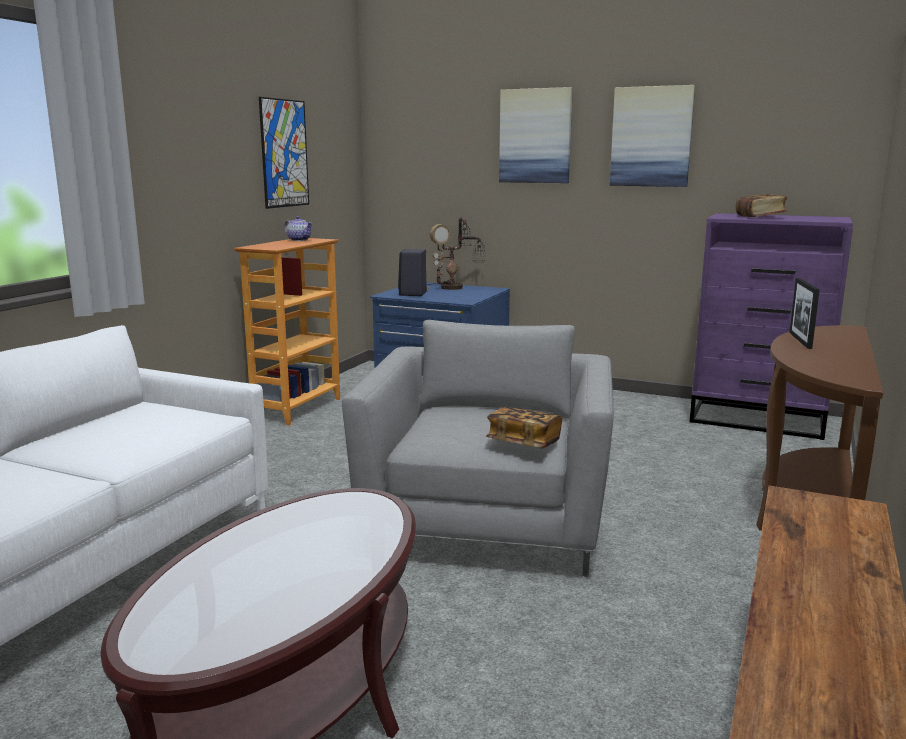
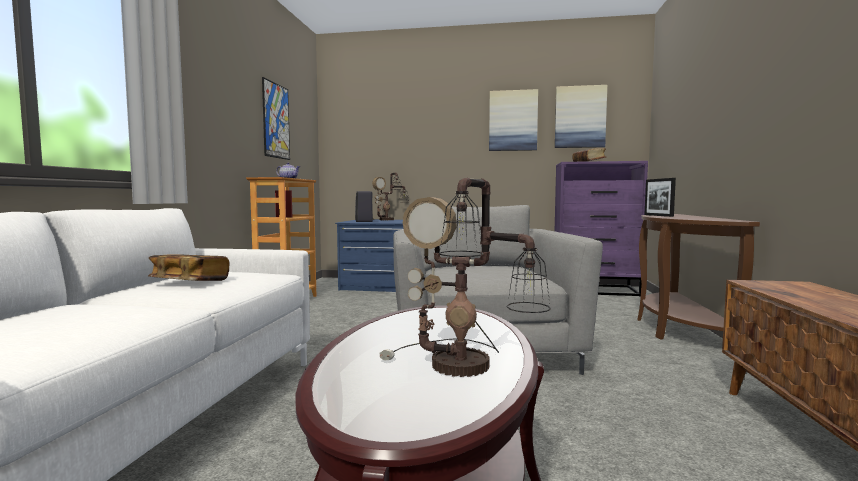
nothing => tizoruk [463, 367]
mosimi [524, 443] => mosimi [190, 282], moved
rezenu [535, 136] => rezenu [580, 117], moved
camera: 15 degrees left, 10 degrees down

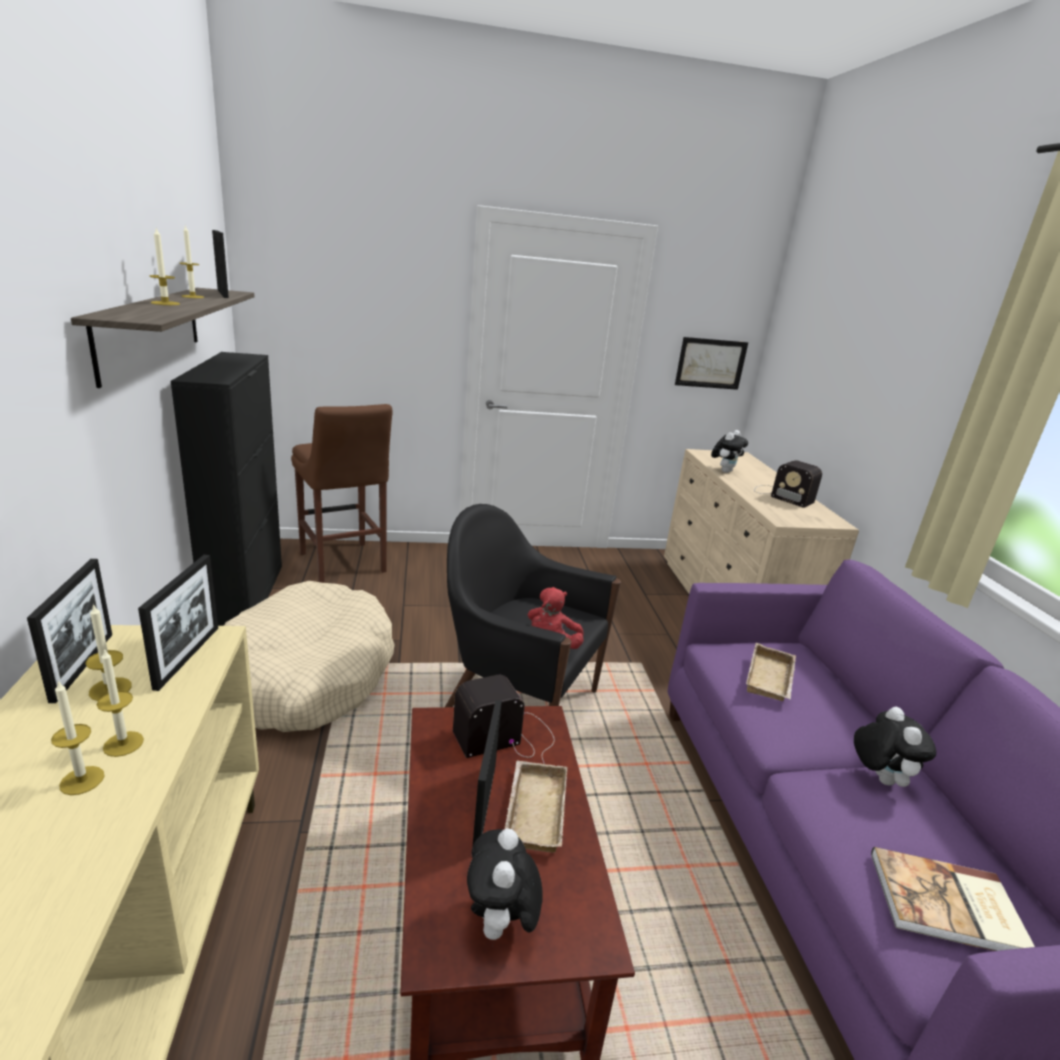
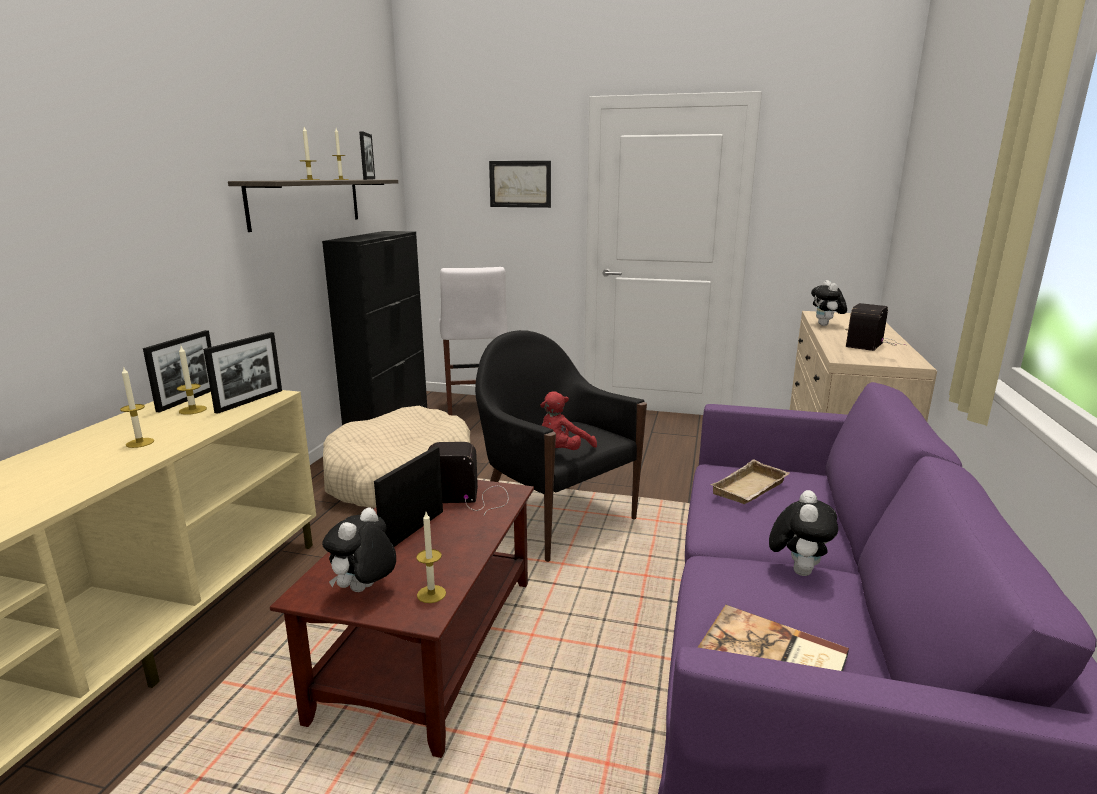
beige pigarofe [533, 809] => nothing
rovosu [123, 744] => rovosu [431, 594], moved
rezenu [710, 363] => rezenu [520, 184], moved
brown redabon [343, 564] => white redabon [475, 411]
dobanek [724, 471] => dobanek [826, 325], 120 degrees clockwise
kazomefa [781, 495] => kazomefa [871, 343], 60 degrees clockwise
camera: 25 degrees right, 5 degrees down

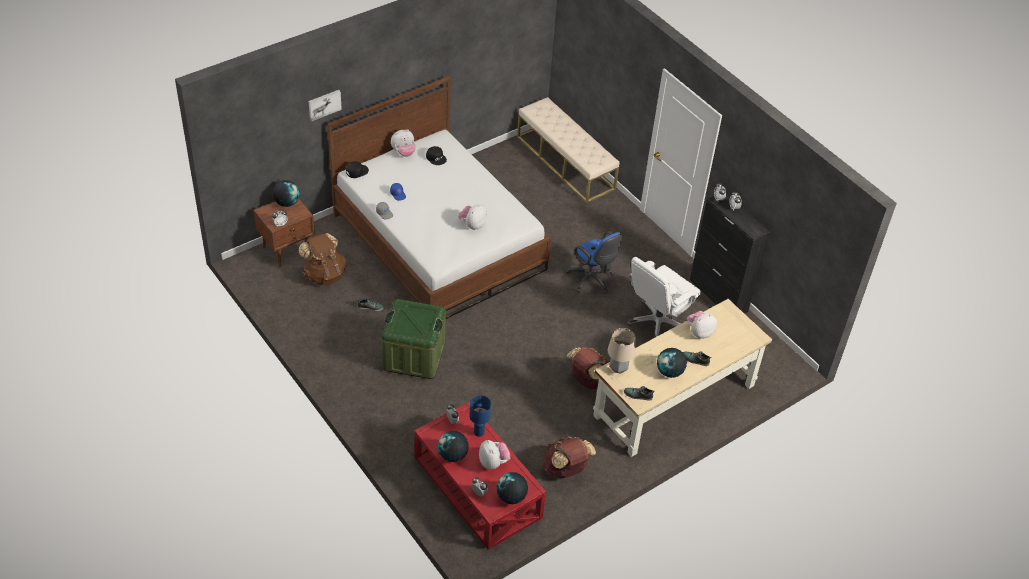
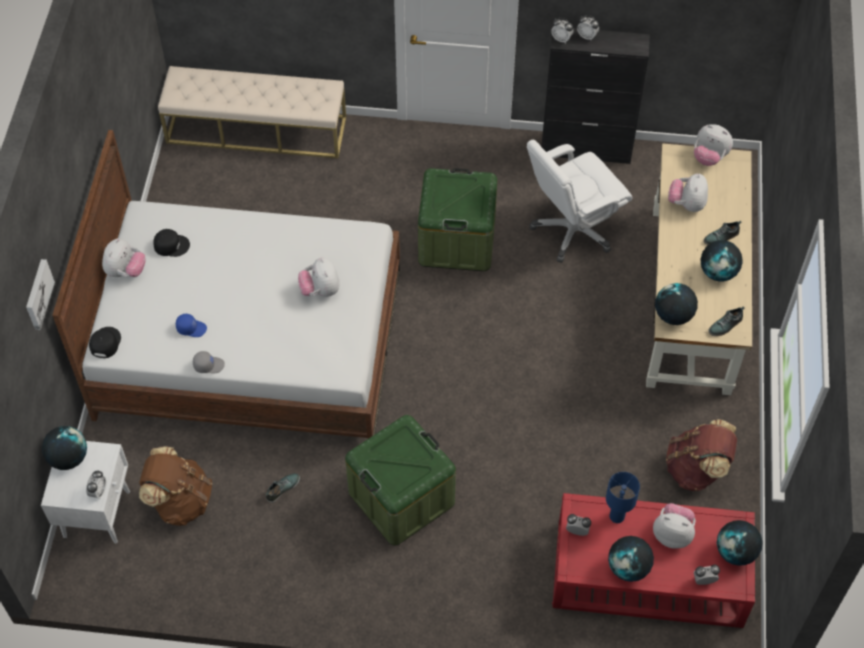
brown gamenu [588, 381] => nothing
nothing => dobanek [709, 157]
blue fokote [592, 280] => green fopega [457, 241]
tizoruk [618, 369] => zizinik [673, 316]
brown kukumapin [288, 250] => white kukumapin [97, 512]
white fokote [657, 323] => white fokote [572, 230], 60 degrees clockwise
camera: 45 degrees left, 10 degrees up

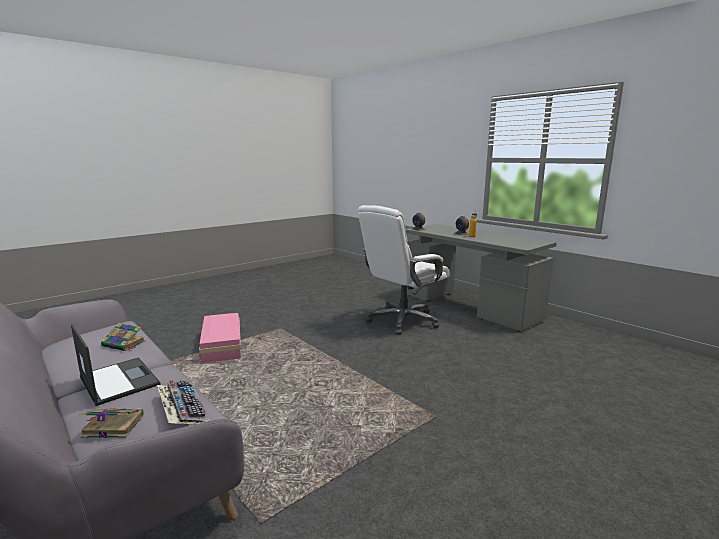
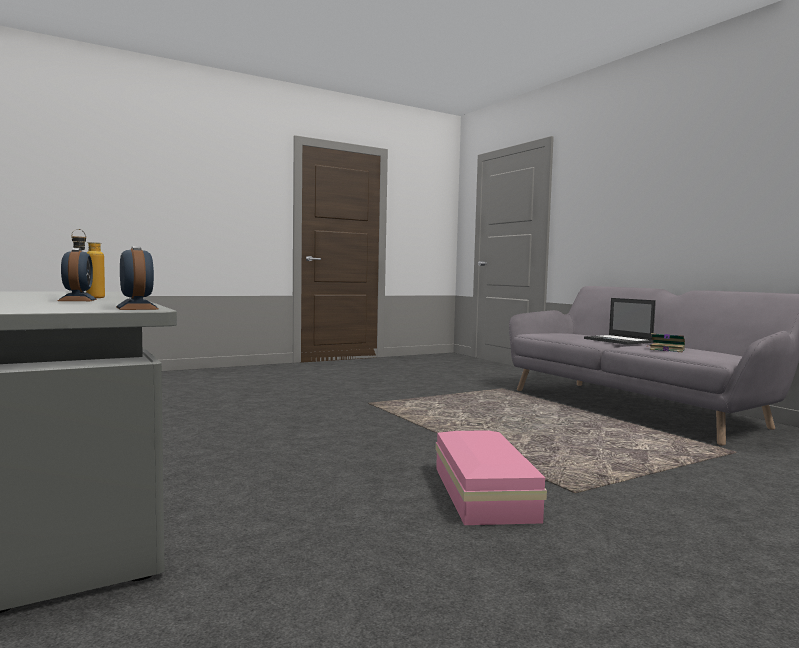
mosimi [112, 426] => nothing
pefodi [182, 410] => nothing
white fokote [402, 321] => nothing
pink fopega [223, 345] => pink fopega [482, 494], moved
camera: 170 degrees left, 10 degrees down

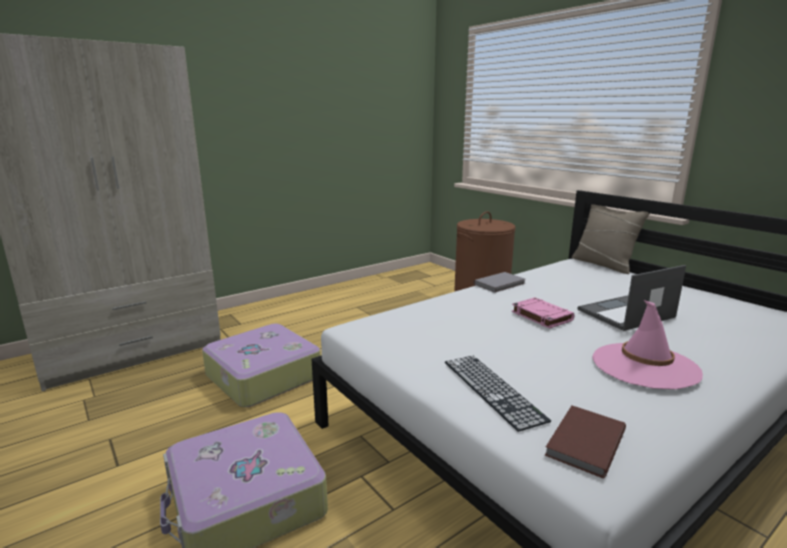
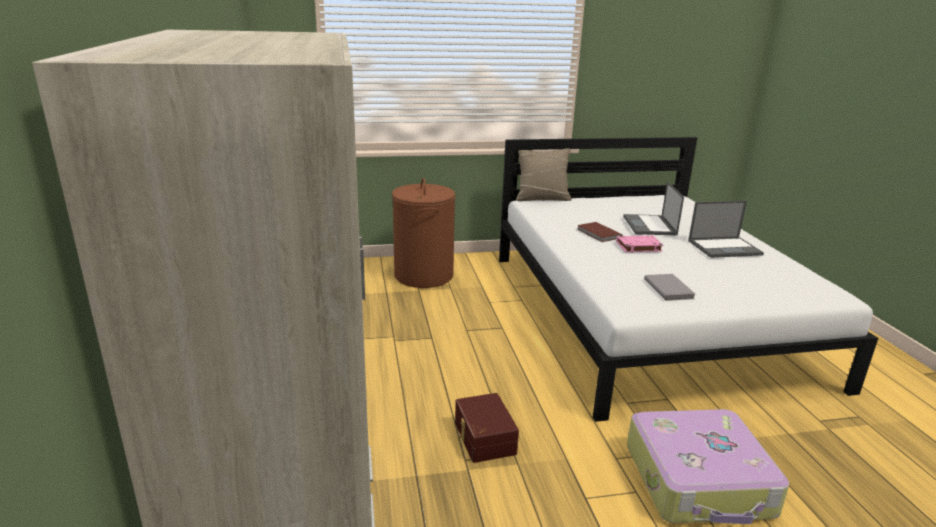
pefodi [492, 389] => nothing
grey mosimi [500, 284] => grey mosimi [669, 288], moved
brown mosimi [583, 442] => brown mosimi [598, 234], moved
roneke [262, 376] => brown fopega [483, 438]
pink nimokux [644, 366] => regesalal [725, 247]
camera: 65 degrees left, 5 degrees up

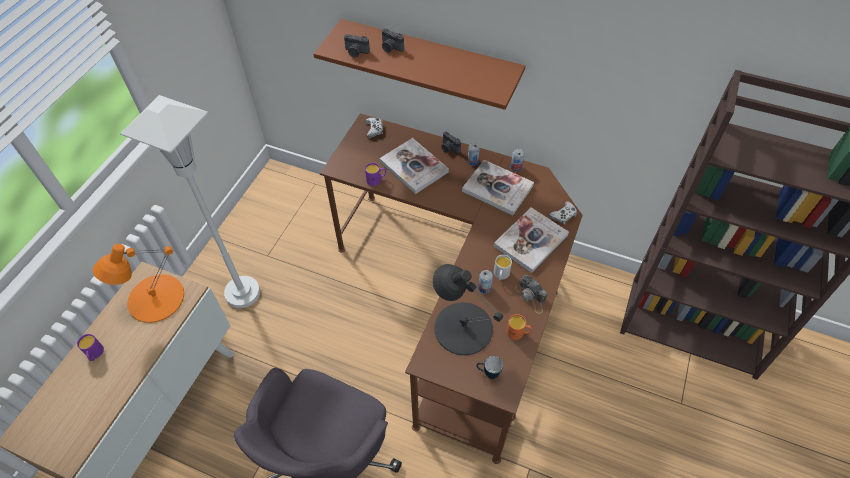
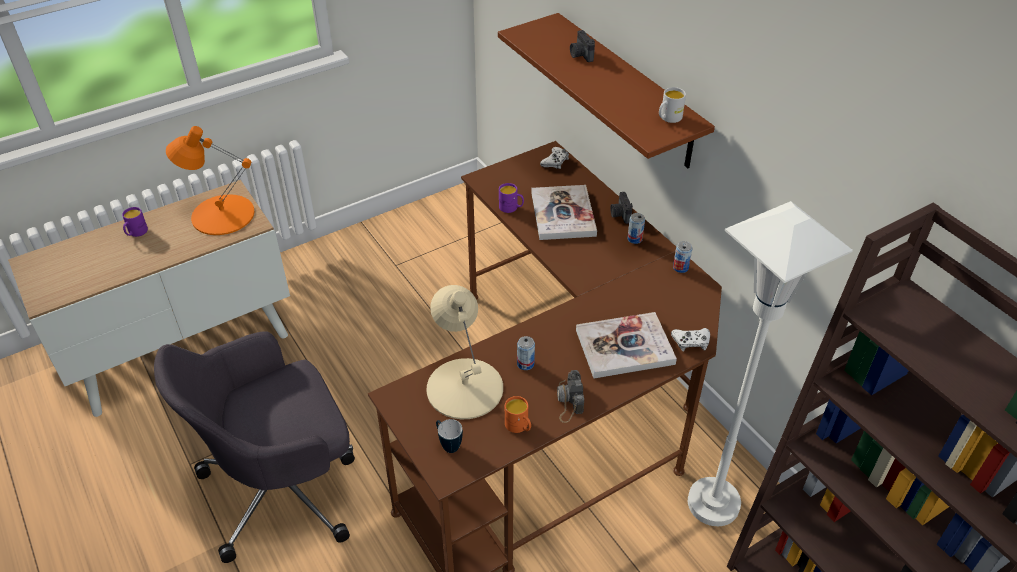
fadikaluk [356, 52] => nothing
mosimi [497, 188] => nothing
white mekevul [243, 293] => white mekevul [713, 503], moved
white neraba [501, 275] => white neraba [668, 118], moved
black tizoruk [462, 327] => beige tizoruk [465, 387]
camera: 35 degrees right, 10 degrees down

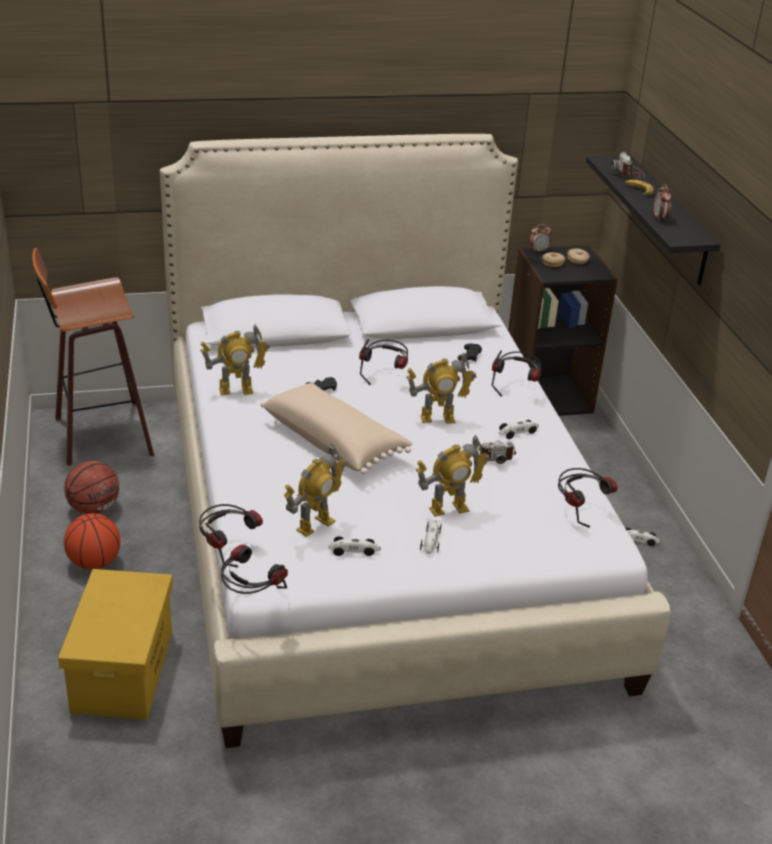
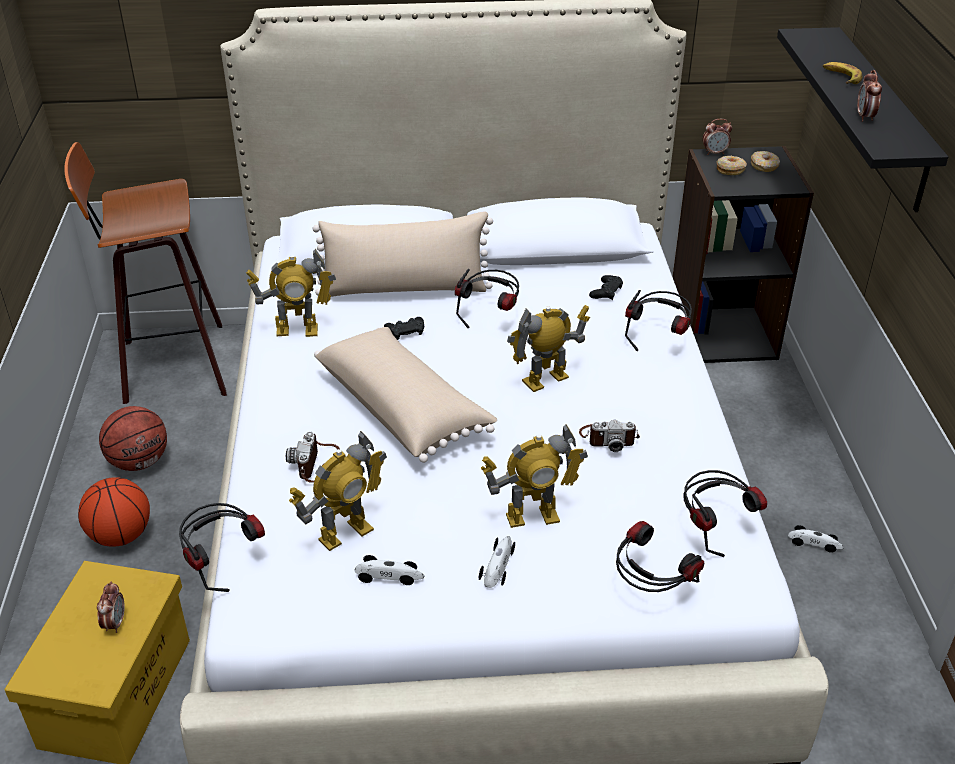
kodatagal [518, 432] => nothing
nothing => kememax [115, 623]
nothing => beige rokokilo [405, 289]
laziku [250, 596] => laziku [650, 589], moved
fadikaluk [629, 173] => fadikaluk [319, 465], moved
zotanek [437, 418] => zotanek [546, 380], 150 degrees clockwise
camera: 10 degrees right, 5 degrees up

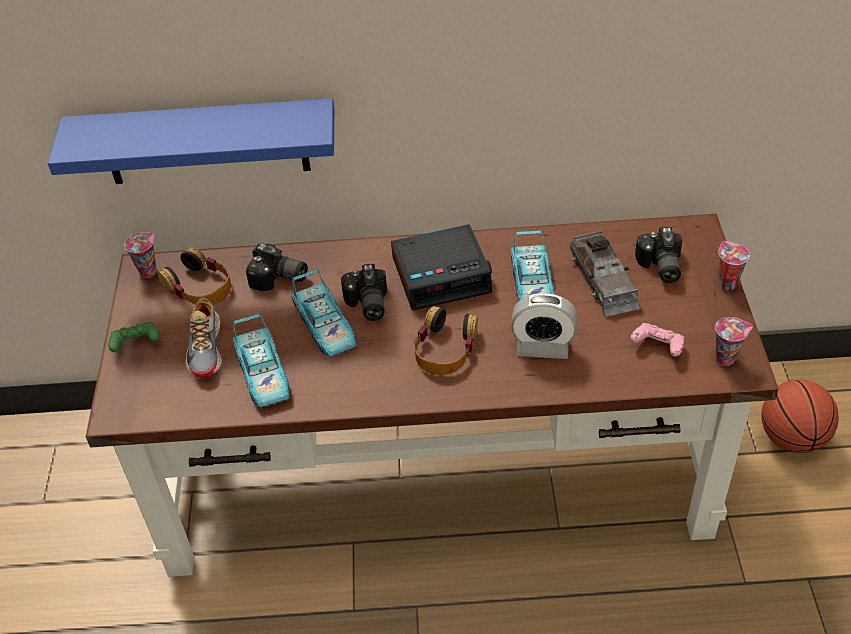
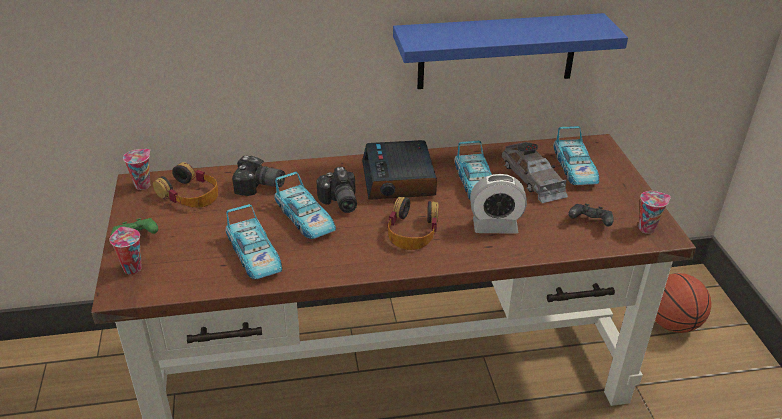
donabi [207, 348] => nothing
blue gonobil [205, 142] => blue gonobil [497, 51], moved
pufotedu [726, 283] => pufotedu [131, 268], moved
fadikaluk [659, 267] => kodatagal [575, 169]
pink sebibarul [657, 347] => black sebibarul [589, 223]
kememax [442, 274] => kememax [399, 179], 105 degrees clockwise
camera: 10 degrees left, 10 degrees down

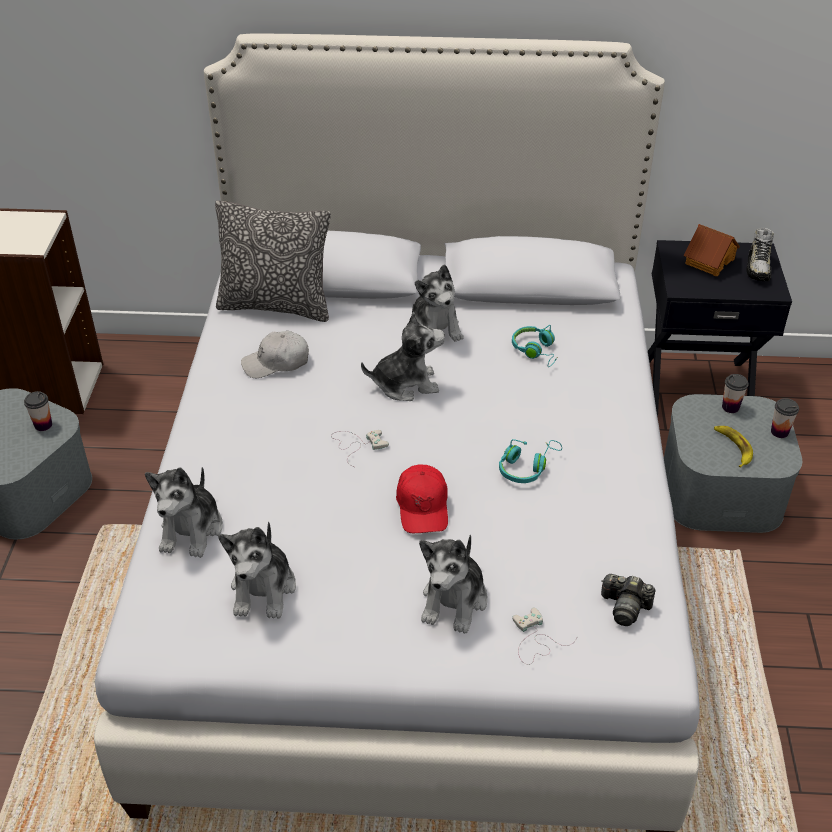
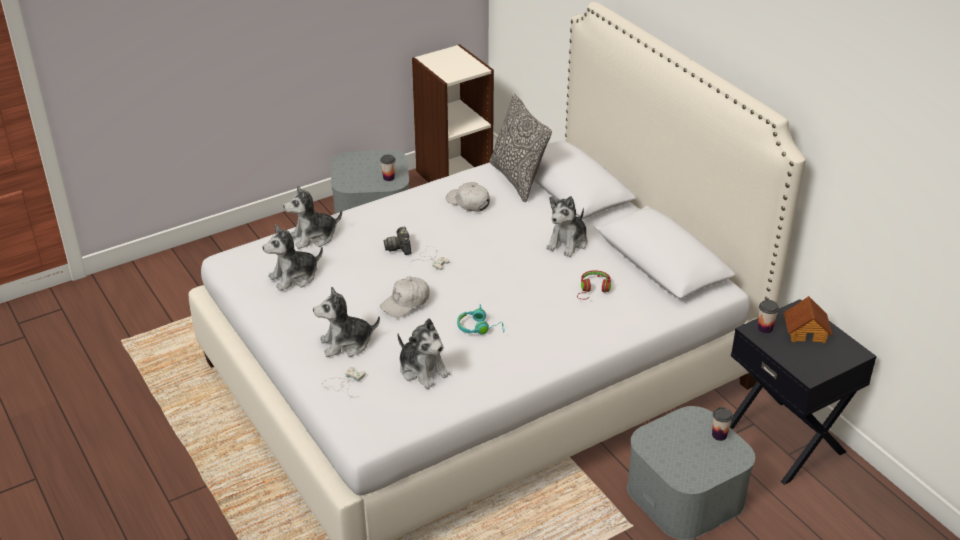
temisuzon [733, 447] => nothing
donabi [758, 267] => nothing
dobanek [406, 384] => dobanek [423, 370], moved
fadikaluk [625, 607] => fadikaluk [399, 247], moved
pufotedu [779, 432] => pufotedu [765, 328], moved
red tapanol [423, 506] => white tapanol [406, 303]
turquoise laziku [536, 351] => red laziku [593, 290]
camera: 55 degrees right, 5 degrees down

